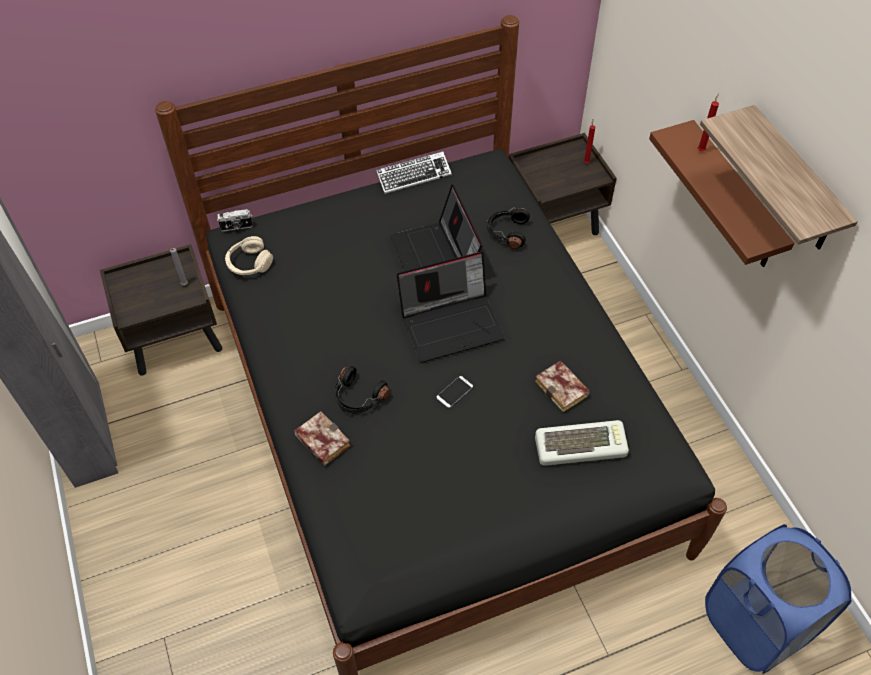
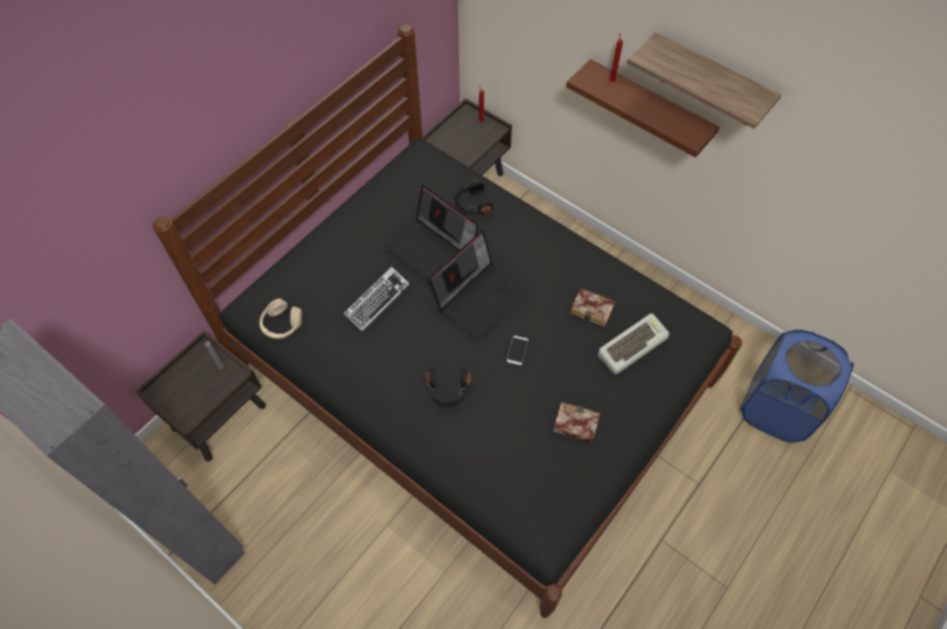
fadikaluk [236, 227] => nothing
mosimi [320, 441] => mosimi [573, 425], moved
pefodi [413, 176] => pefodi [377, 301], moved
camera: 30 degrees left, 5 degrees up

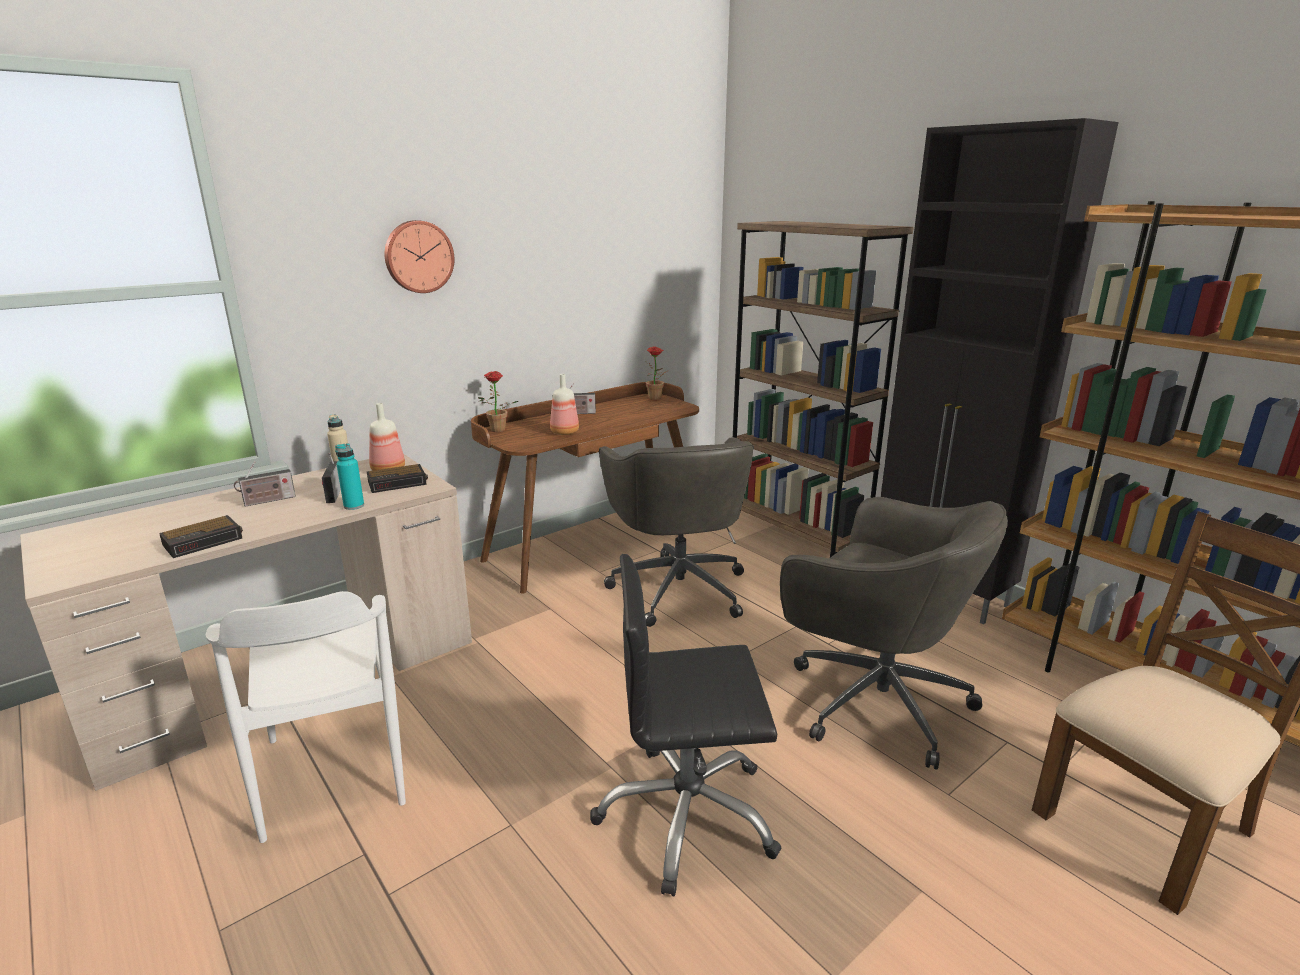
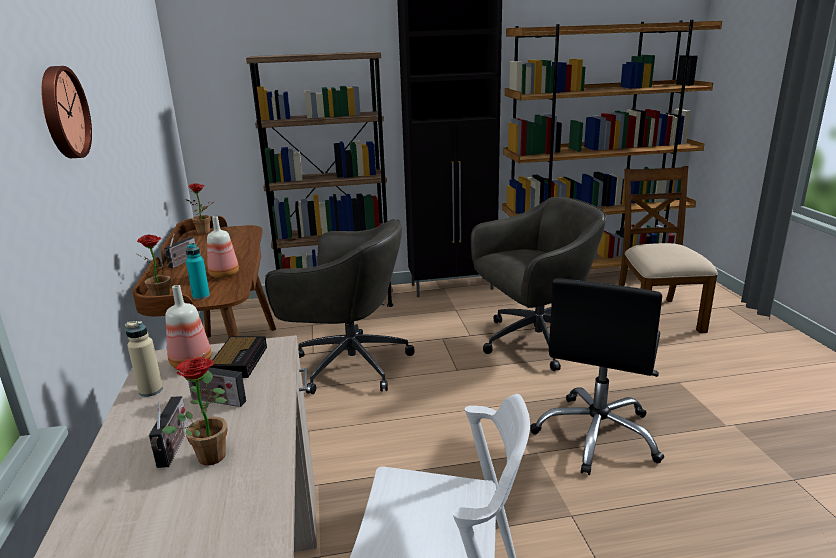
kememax [204, 541] => nothing
nothing => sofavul [210, 453]
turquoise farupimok [354, 506] => turquoise farupimok [201, 296], moved
camera: 60 degrees left, 0 degrees up

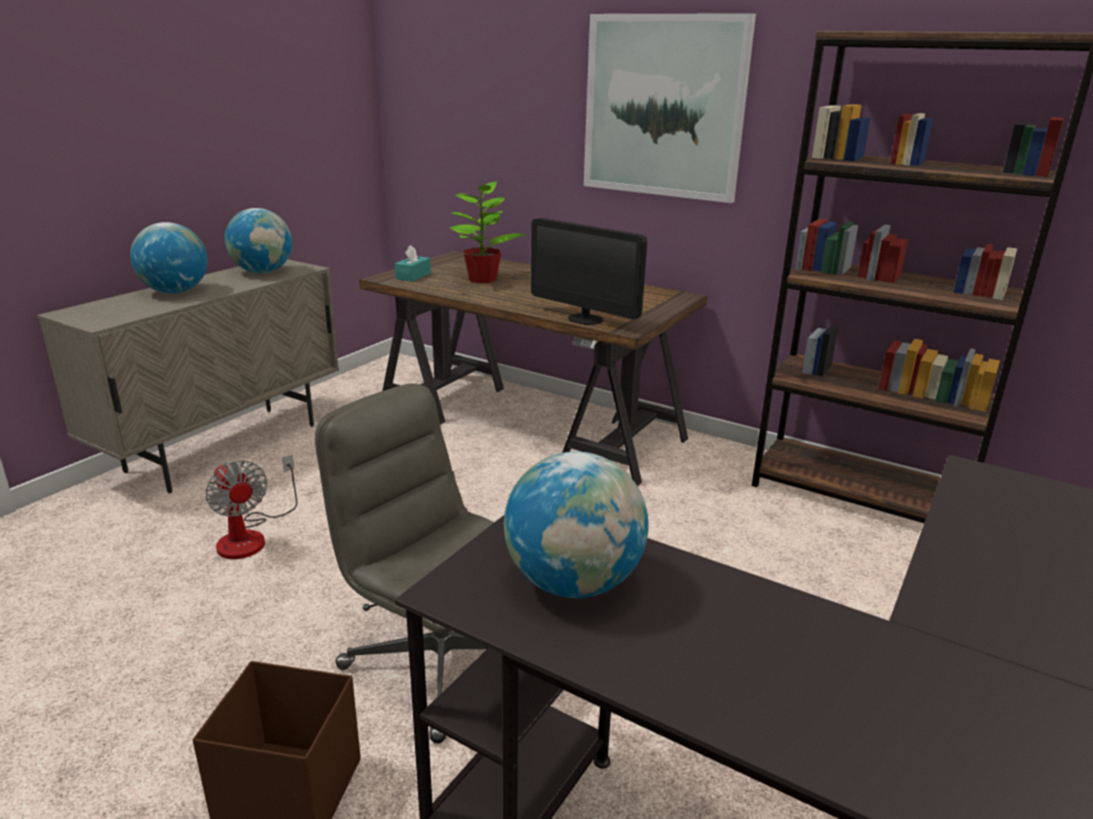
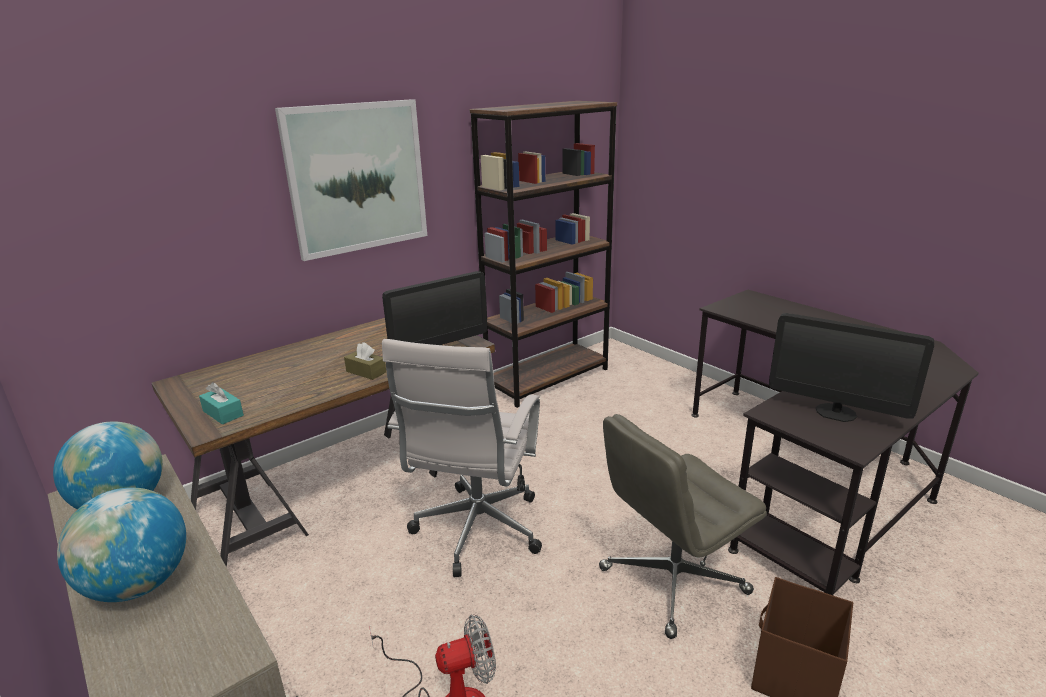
sofavul [482, 279] => nothing
nothing => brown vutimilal [366, 372]
nothing => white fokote [476, 533]
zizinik [573, 583] => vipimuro [835, 412]
camera: 70 degrees left, 0 degrees up

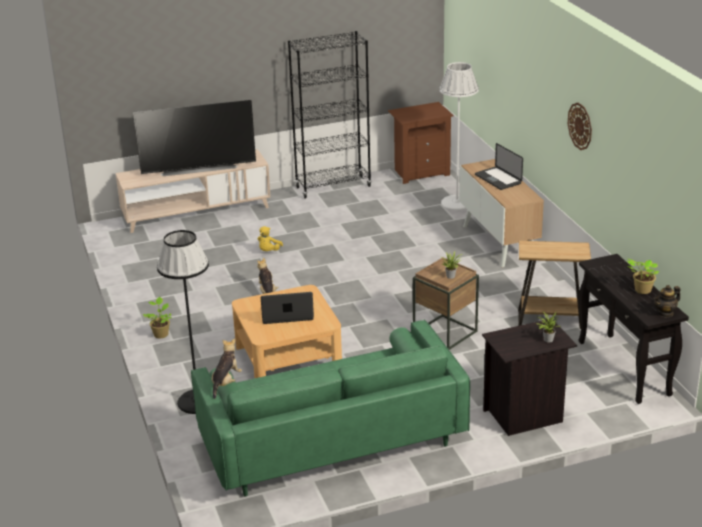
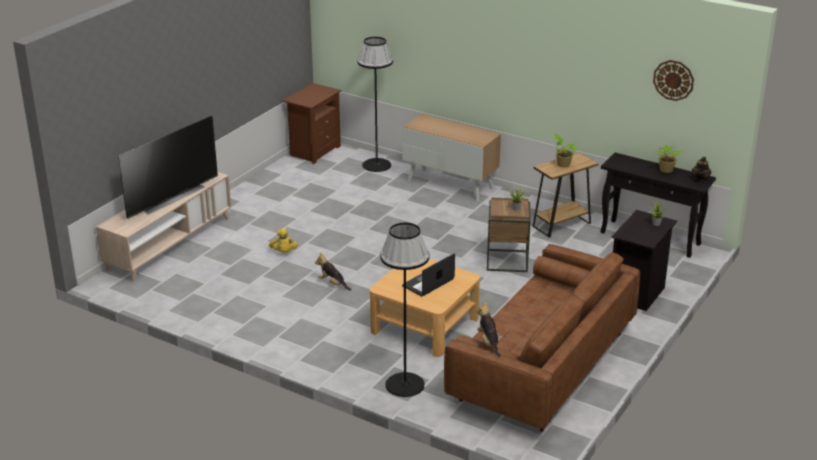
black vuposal [333, 187] => nothing
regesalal [498, 179] => nothing
sofavul [161, 334] => sofavul [562, 164], moved
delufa [580, 126] => delufa [673, 80], moved
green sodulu [331, 440] => brown sodulu [542, 366]
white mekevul [457, 202] => black mekevul [376, 165]
camera: 40 degrees left, 0 degrees up

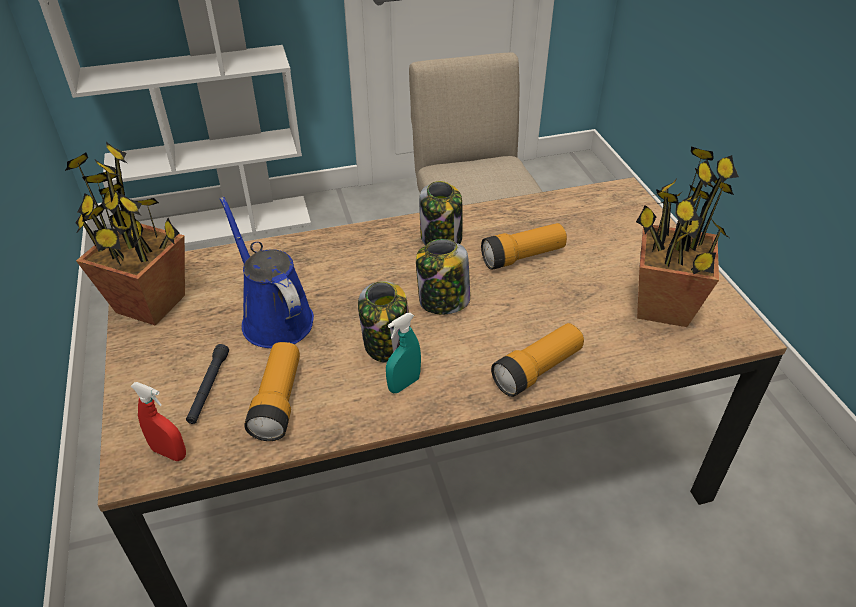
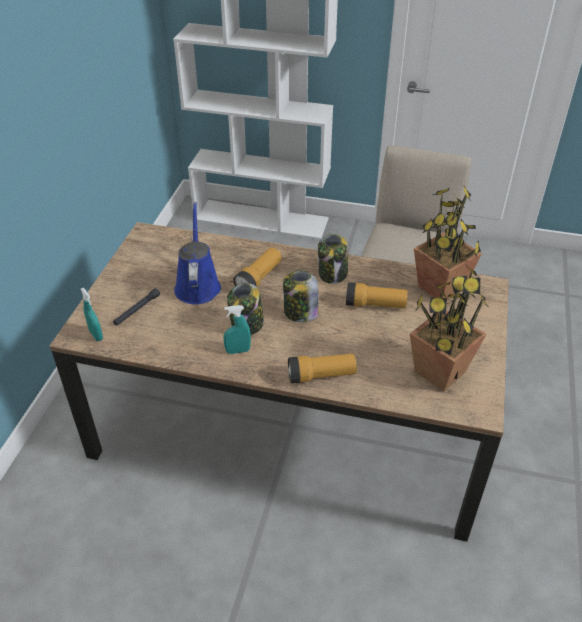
sofavul [151, 304] => sofavul [441, 288], moved
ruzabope [278, 401] => ruzabope [259, 278], moved
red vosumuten [169, 453] => turquoise vosumuten [96, 335]
camera: 30 degrees right, 0 degrees up

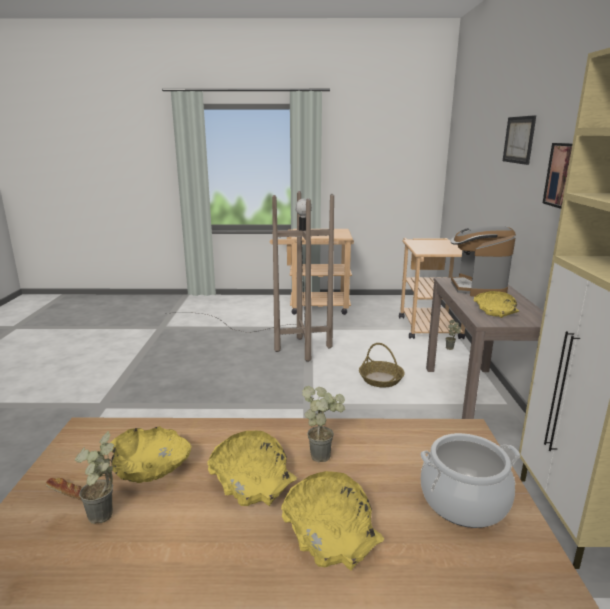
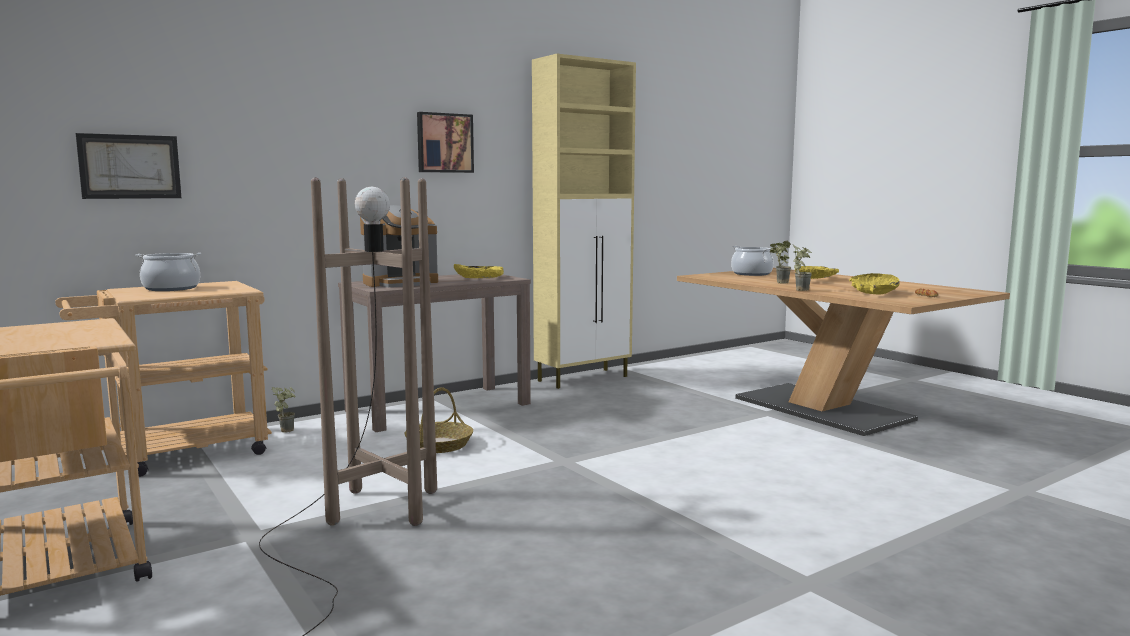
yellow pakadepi [252, 480] => nothing
nothing => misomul [171, 288]
sofavul [105, 519] => sofavul [801, 289], moved
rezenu [519, 140] => rezenu [130, 166], moved
camera: 125 degrees left, 10 degrees down

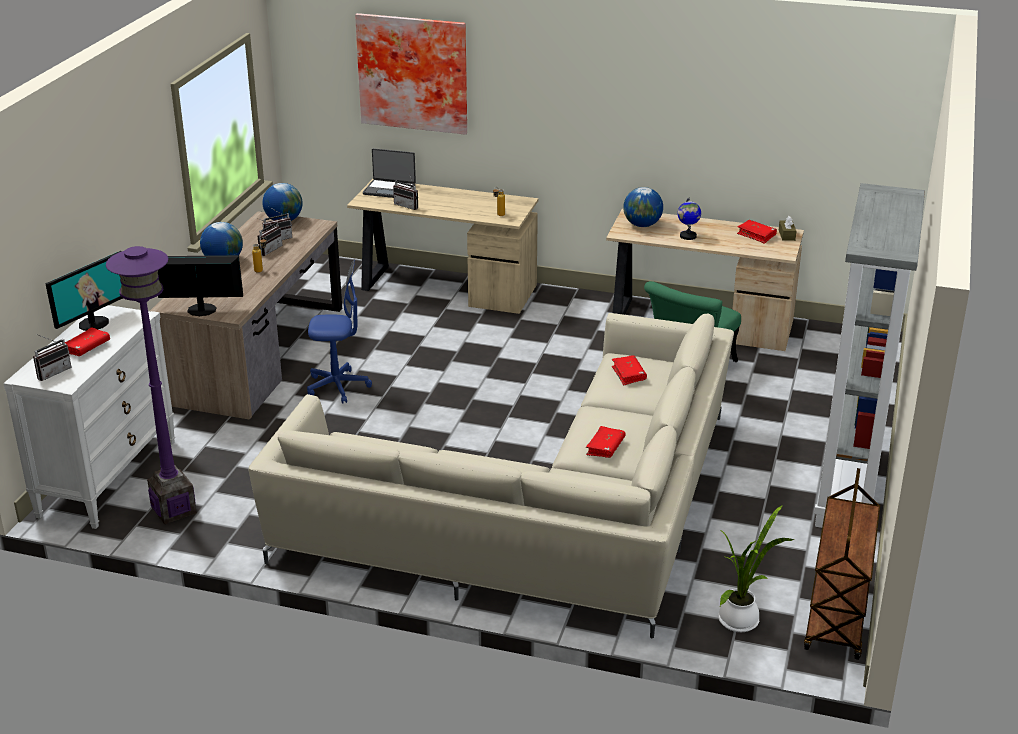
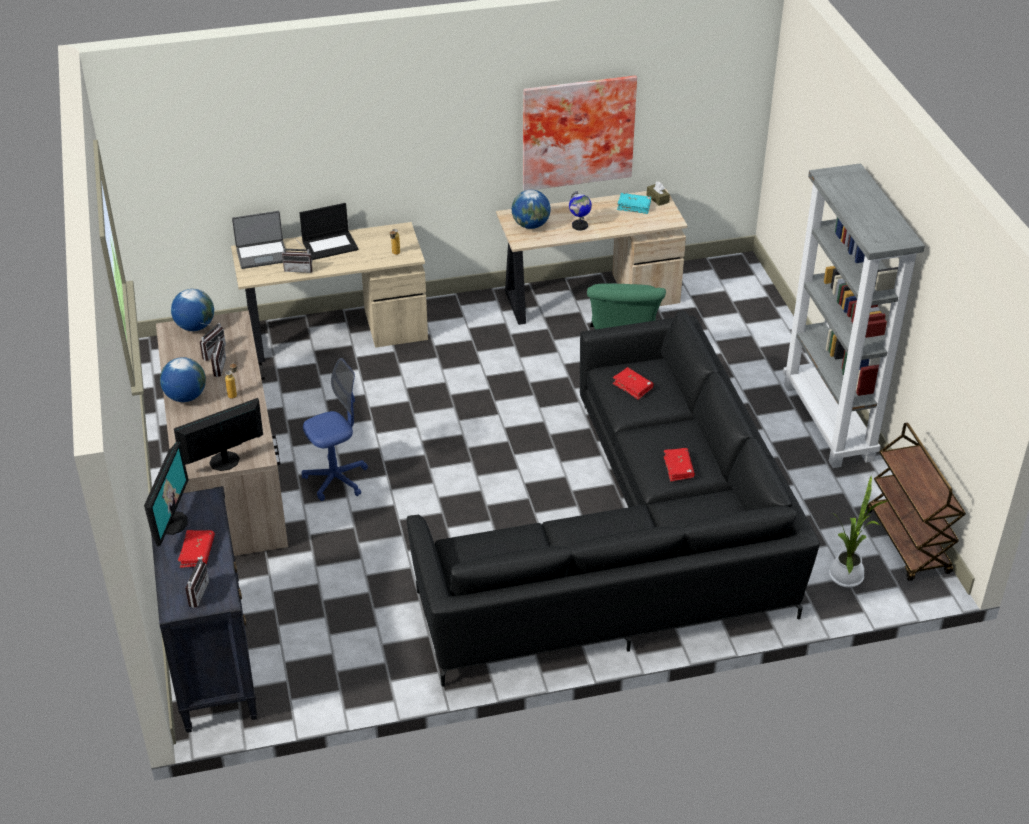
purple mekevul [174, 510] => nothing
nothing => regesalal [330, 245]
rezenu [414, 72] => rezenu [577, 131], moved
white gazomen [108, 477] => black gazomen [213, 662]
beige sodulu [543, 520] => black sodulu [631, 546]
red mosimi [756, 235] => turquoise mosimi [634, 207]
camera: 30 degrees left, 10 degrees up

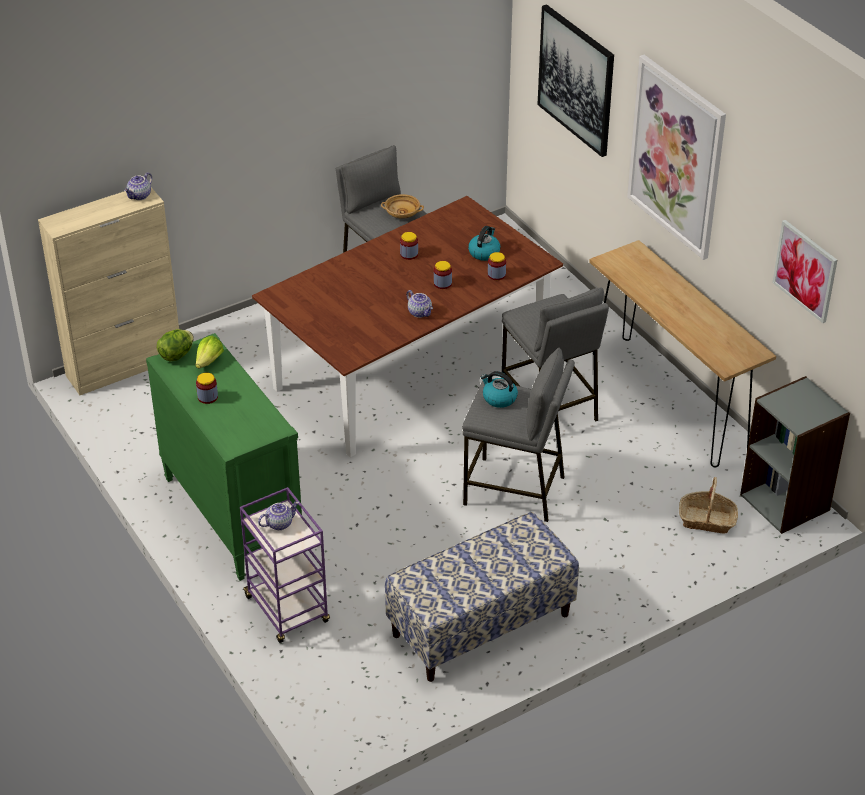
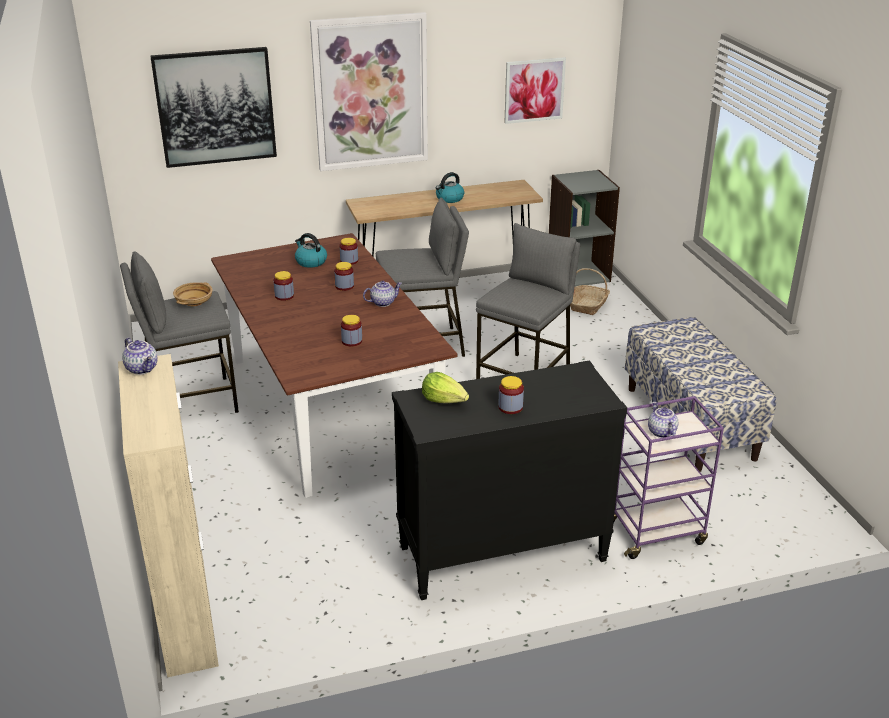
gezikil [176, 355] => nothing
nothing => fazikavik [352, 341]
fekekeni [499, 398] => fekekeni [449, 199], moved
green gazomen [231, 515] => black gazomen [501, 554]
camera: 75 degrees left, 10 degrees down

